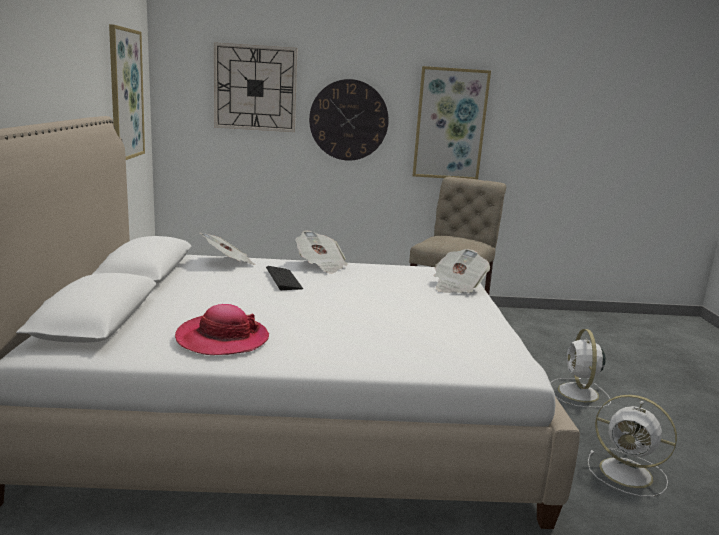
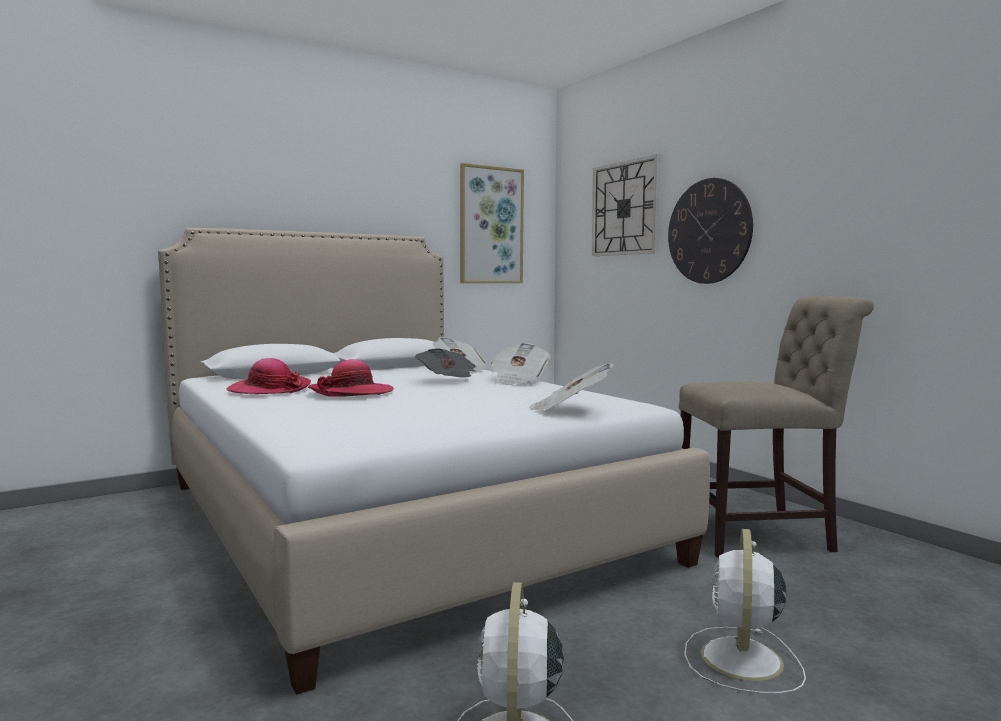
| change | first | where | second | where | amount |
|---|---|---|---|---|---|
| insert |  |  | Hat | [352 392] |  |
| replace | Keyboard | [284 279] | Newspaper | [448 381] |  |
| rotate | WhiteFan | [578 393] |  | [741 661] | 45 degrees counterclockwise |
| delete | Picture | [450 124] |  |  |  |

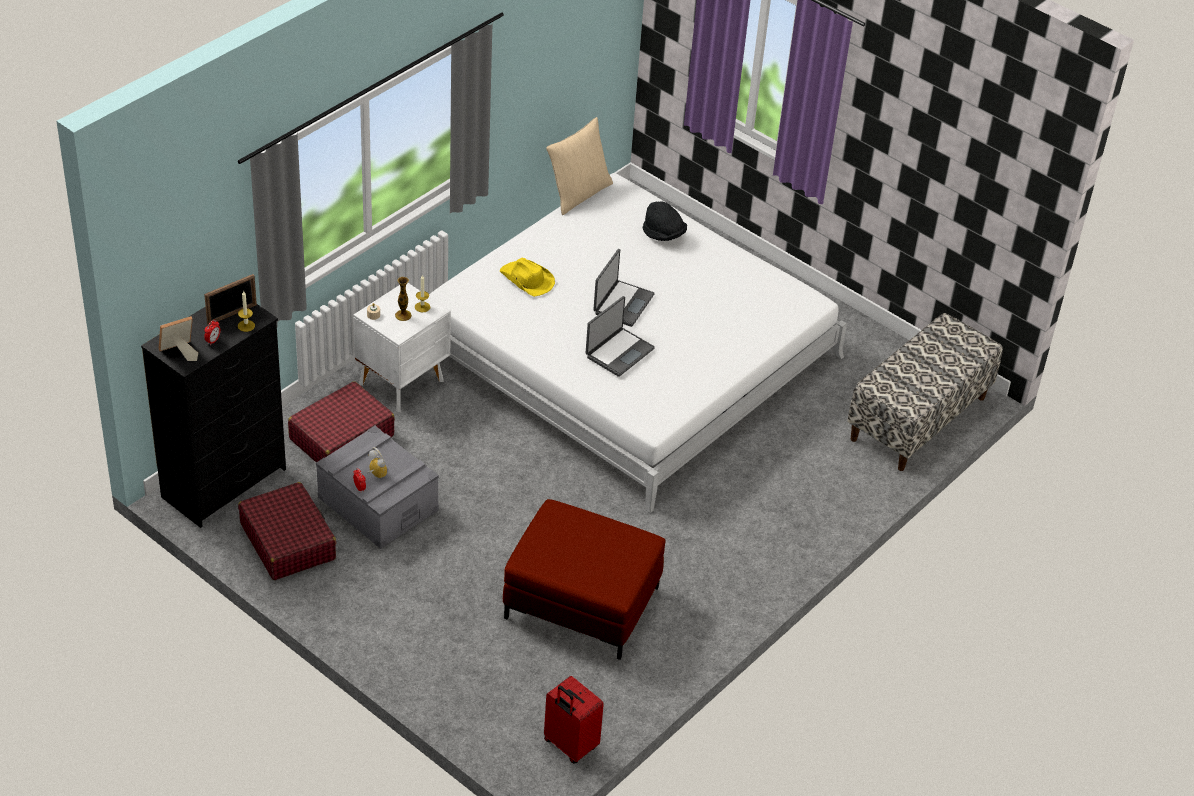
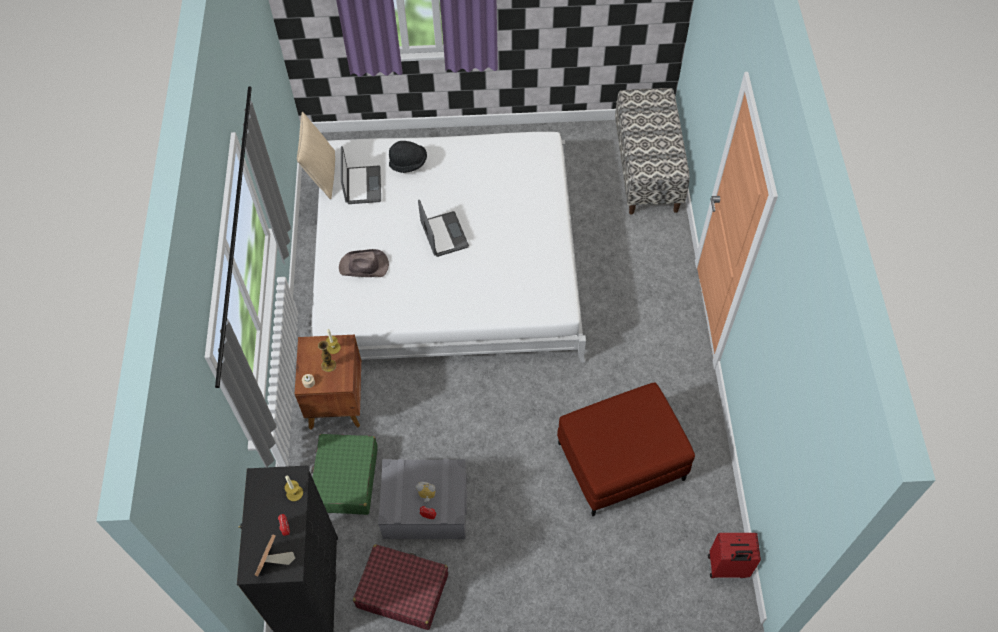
| change | first | where | second | where | amount |
|---|---|---|---|---|---|
| recolor | WhiteNightstand | [403 382] | BrownNightstand | [336 402] |  |
| recolor | RedSuitcase | [341 437] | GreenSuitcase | [345 479] |  |
| recolor | YellowHat | [527 280] | BrownHat | [364 266] |  |
| move | Laptop | [619 352] |  | [362 185] |  |
| delete | PictureFrame | [232 314] |  |  |  |

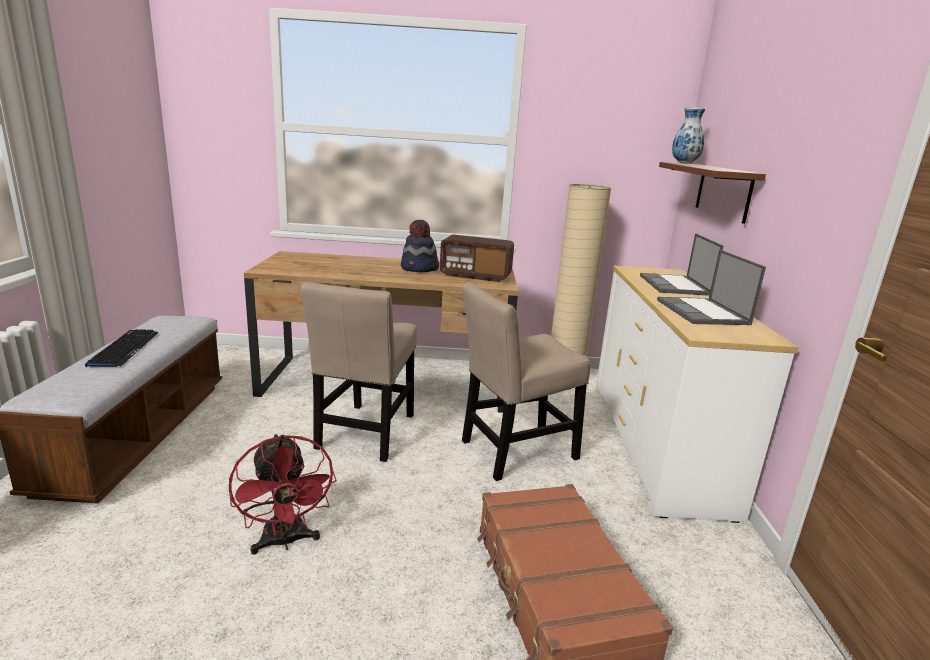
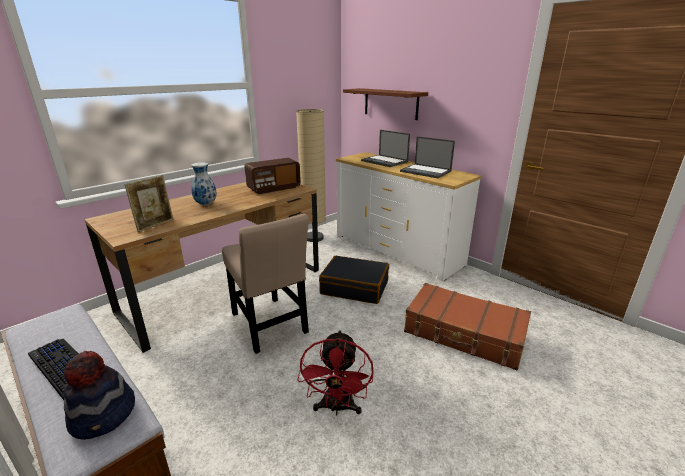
| change | first | where | second | where | amount |
|---|---|---|---|---|---|
| move | Hat | [419 269] |  | [104 415] |  |
| insert |  |  | PictureFrame | [155 225] |  |
| move | Vase | [685 163] |  | [206 204] |  |
| rotate | RedFan | [285 542] |  | [337 408] | 75 degrees clockwise |
| replace | BeigeChair | [514 452] | BlackSuitcase | [355 287] |  |

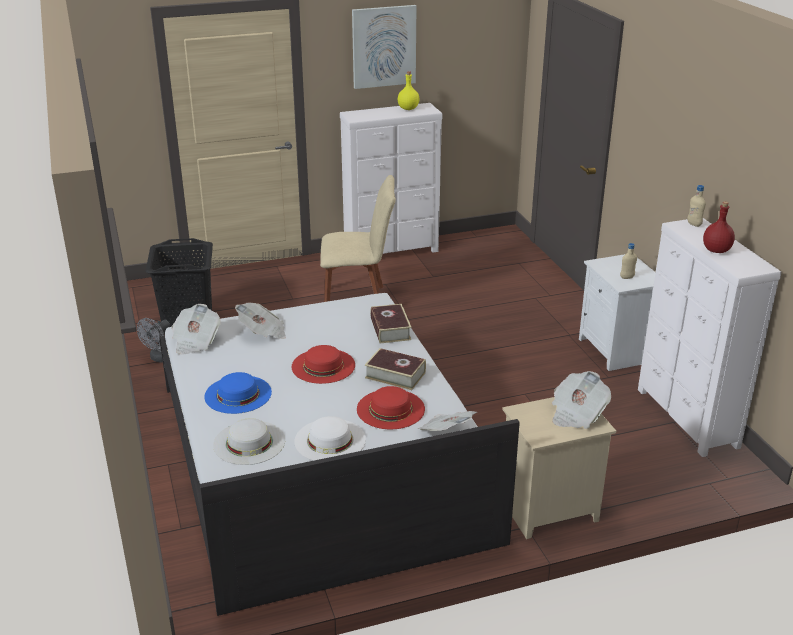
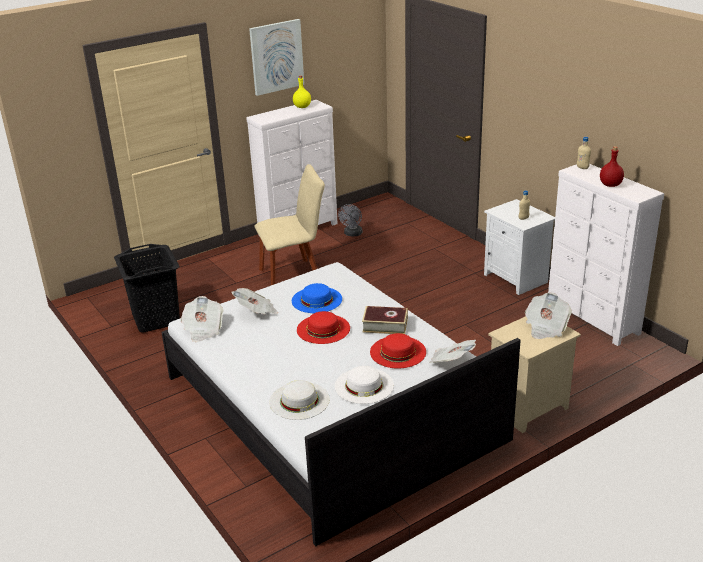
| change | first | where | second | where | amount |
|---|---|---|---|---|---|
| move | BlueHat | [238 394] |  | [316 300] |  |
| move | GreyFan | [160 358] |  | [352 234] |  |
| delete | Book | [390 329] |  |  |  |

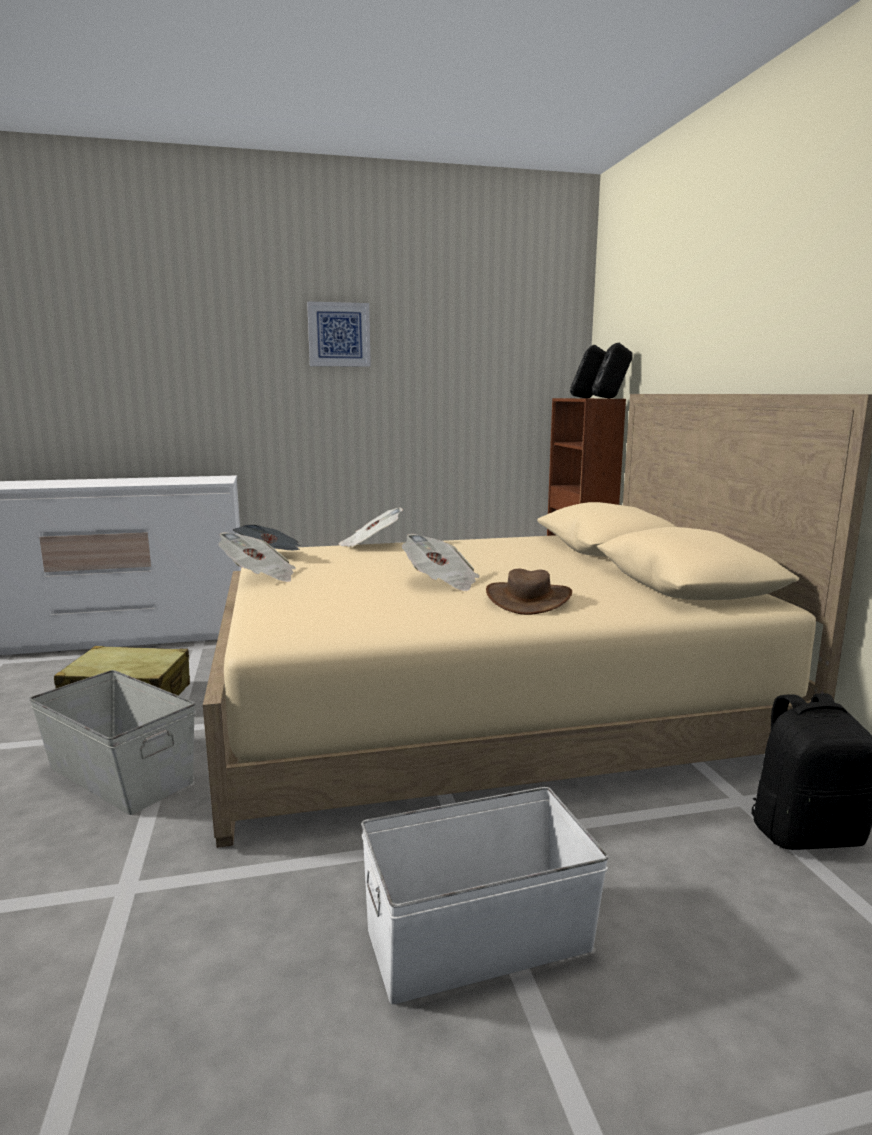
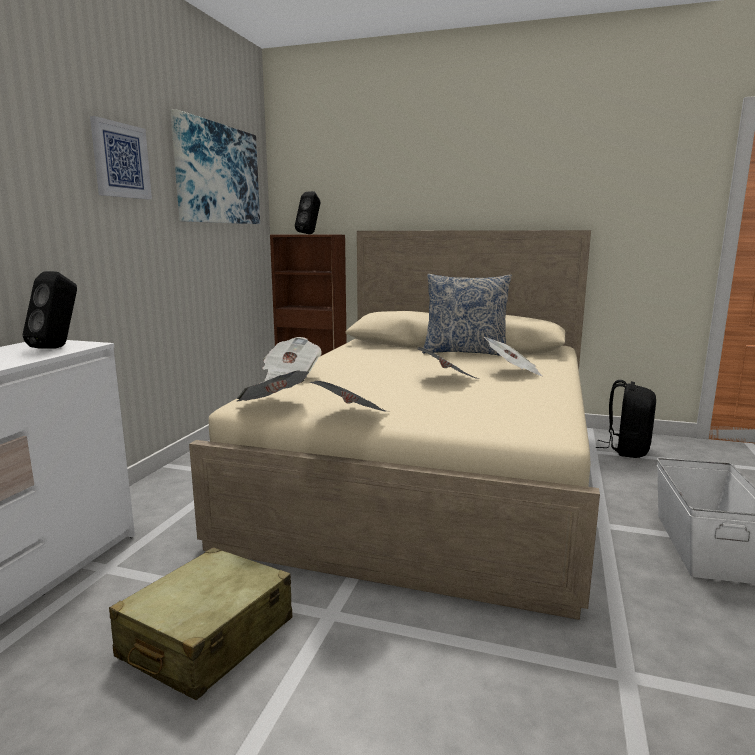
| change | first | where | second | where | amount |
|---|---|---|---|---|---|
| move | BlackSpeaker | [611 398] |  | [58 347] |  |
| insert |  |  | Picture | [218 174] |  |
| insert |  |  | Pillow | [465 352] |  |
| replace | BrownHat | [528 599] | Newspaper | [513 372] |  |
| delete | GreyStorageBox | [121 774] |  |  |  |

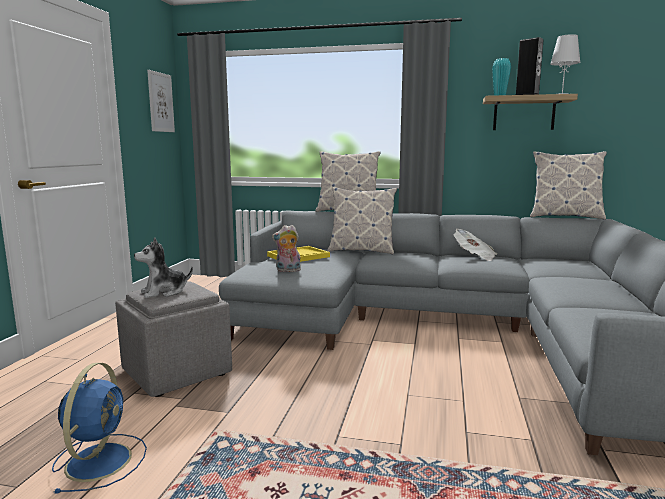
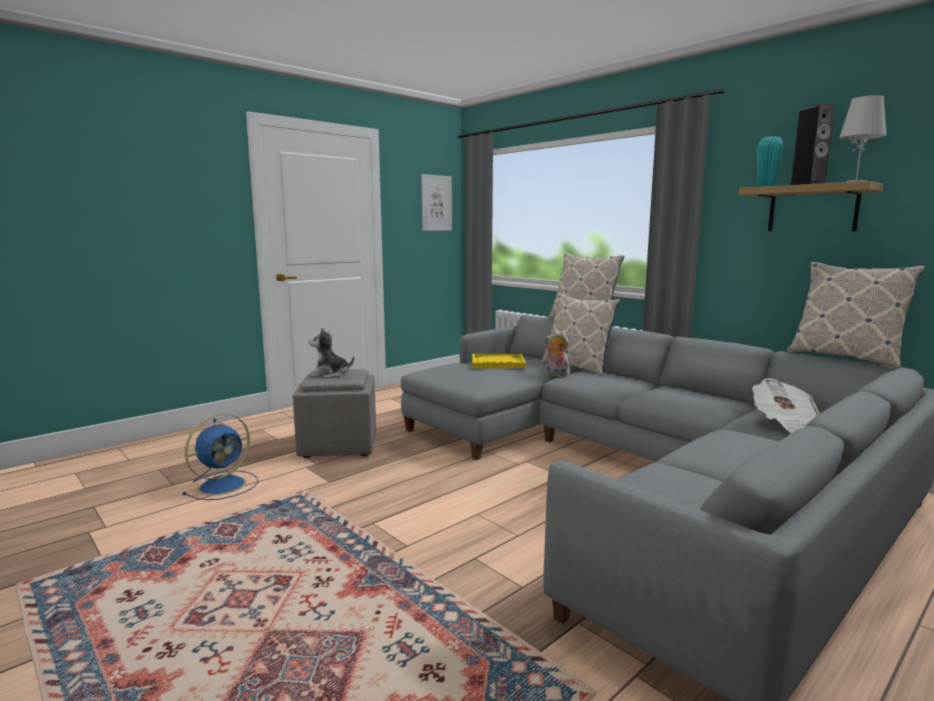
| change | first | where | second | where | amount |
|---|---|---|---|---|---|
| move | PlushToy | [288 271] |  | [556 375] |  |
| move | Newspaper | [474 256] |  | [785 423] |  |

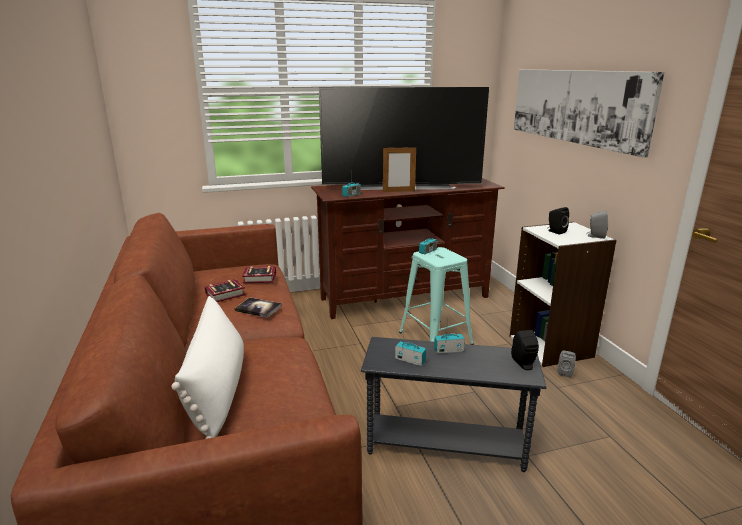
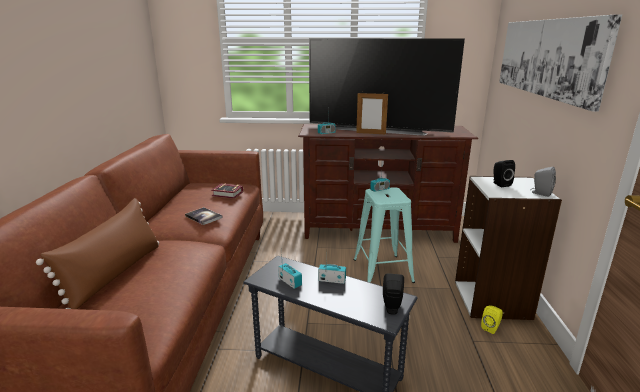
| change | first | where | second | where | amount |
|---|---|---|---|---|---|
| recolor | WhitePillow | [218 390] | BrownPillow | [115 274] |  |
| recolor | GreySpeaker | [565 372] | YellowSpeaker | [491 328] |  |
| delete | Book | [227 294] |  |  |  |

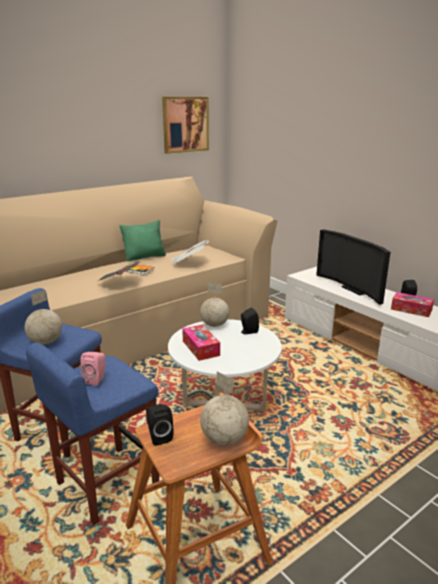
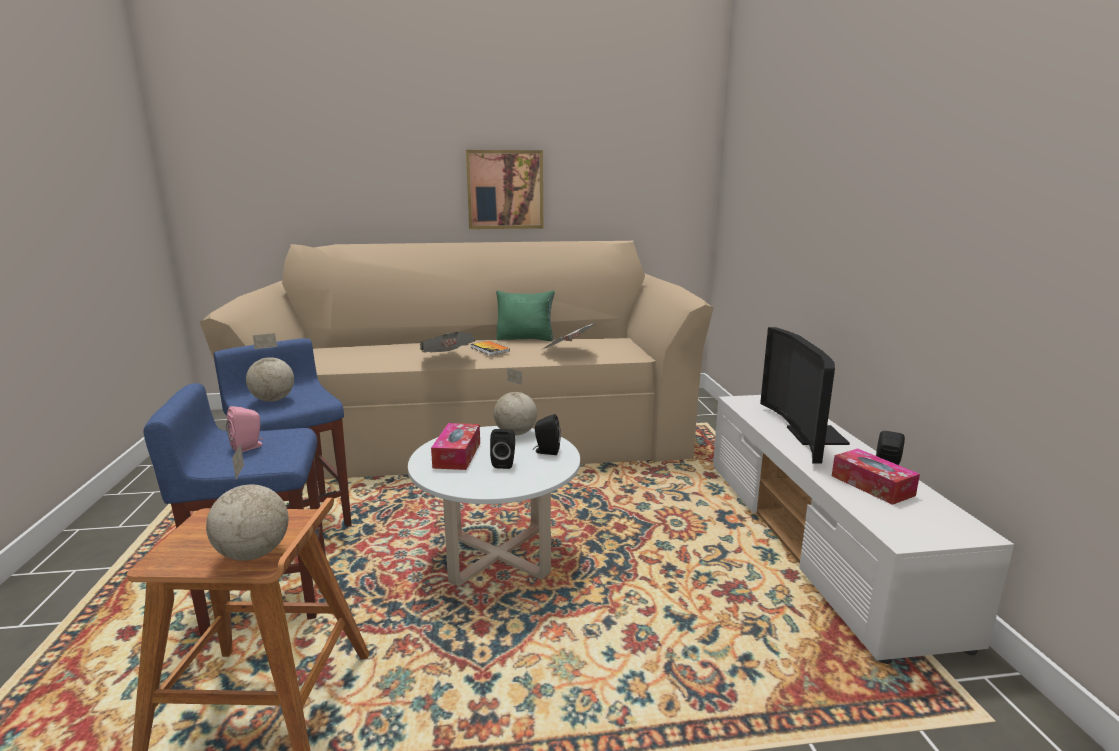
| change | first | where | second | where | amount |
|---|---|---|---|---|---|
| move | Picture | [185 124] |  | [505 190] |  |
| move | BlackSpeaker | [159 436] |  | [504 463] |  |

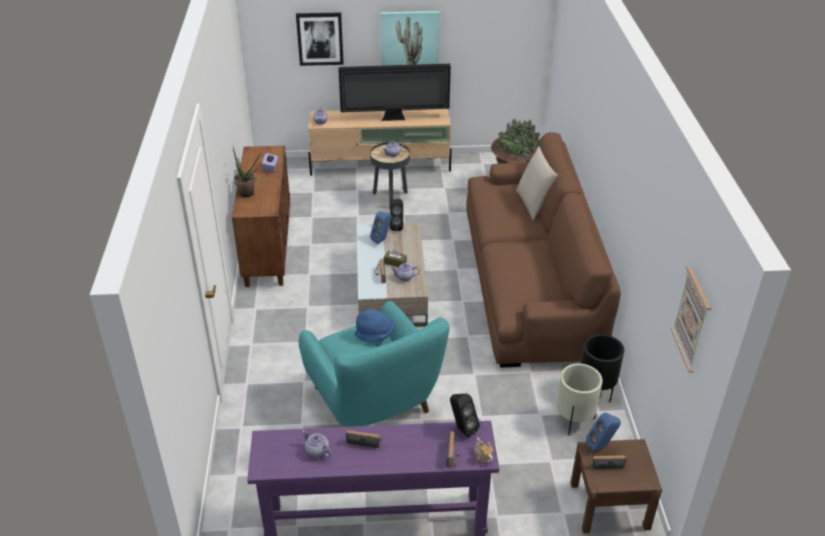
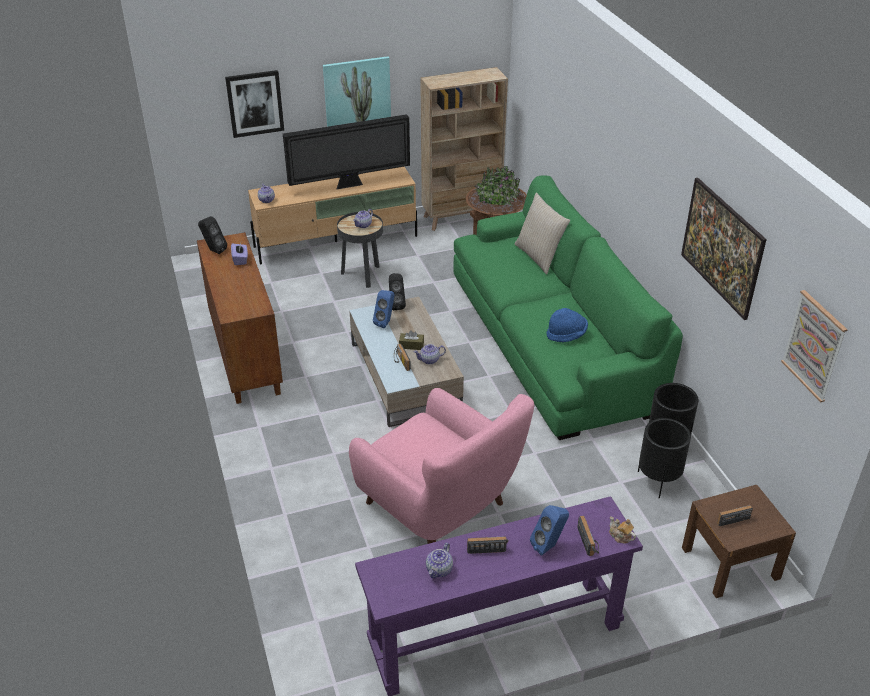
| change | first | where | second | where | amount |
|---|---|---|---|---|---|
| move | BlackSpeaker | [462 429] |  | [213 250] |  |
| recolor | TurquoiseArmchair | [373 405] | PinkArmchair | [440 509] |  |
| insert |  |  | BeigeBookcase | [462 217] |  |
| rotate | Teapot | [317 451] |  | [439 570] | 90 degrees counterclockwise |
| recolor | BrownSofa | [529 280] | GreenSofa | [550 341] |  |
| move | BlueSpeaker | [601 446] |  | [549 546] |  |
| move | BlueHat | [375 335] |  | [566 335] |  |
| recolor | BeigePlanter | [574 420] | BlackPlanter | [658 481] |  |
| insert |  |  | Picture | [718 266] |  |
| delete | PottedPlant | [249 194] |  |  |  |

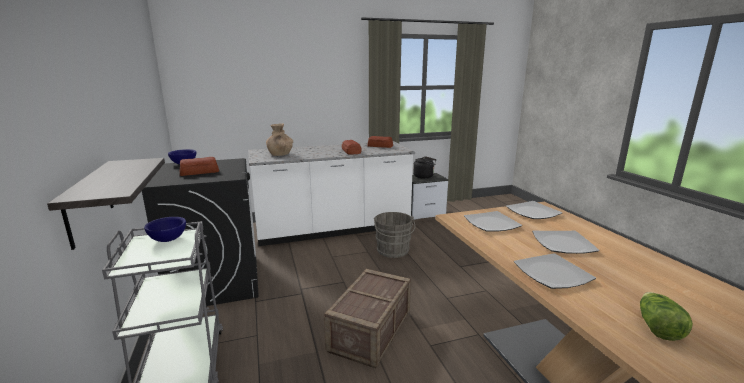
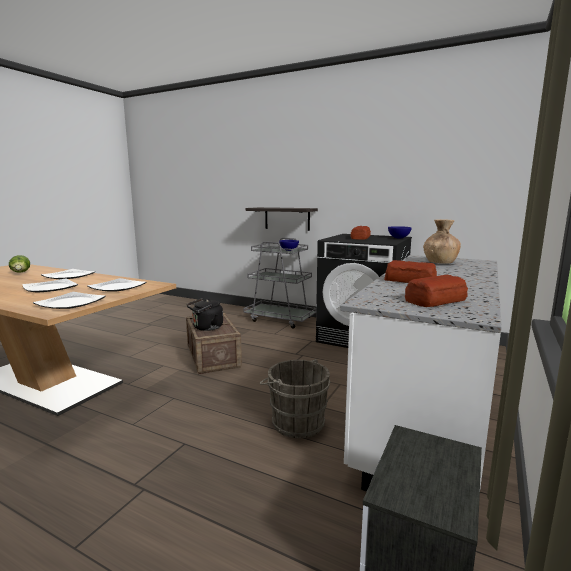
| change | first | where | second | where | amount |
|---|---|---|---|---|---|
| move | BlackKettle | [424 176] |  | [206 328] |  |

